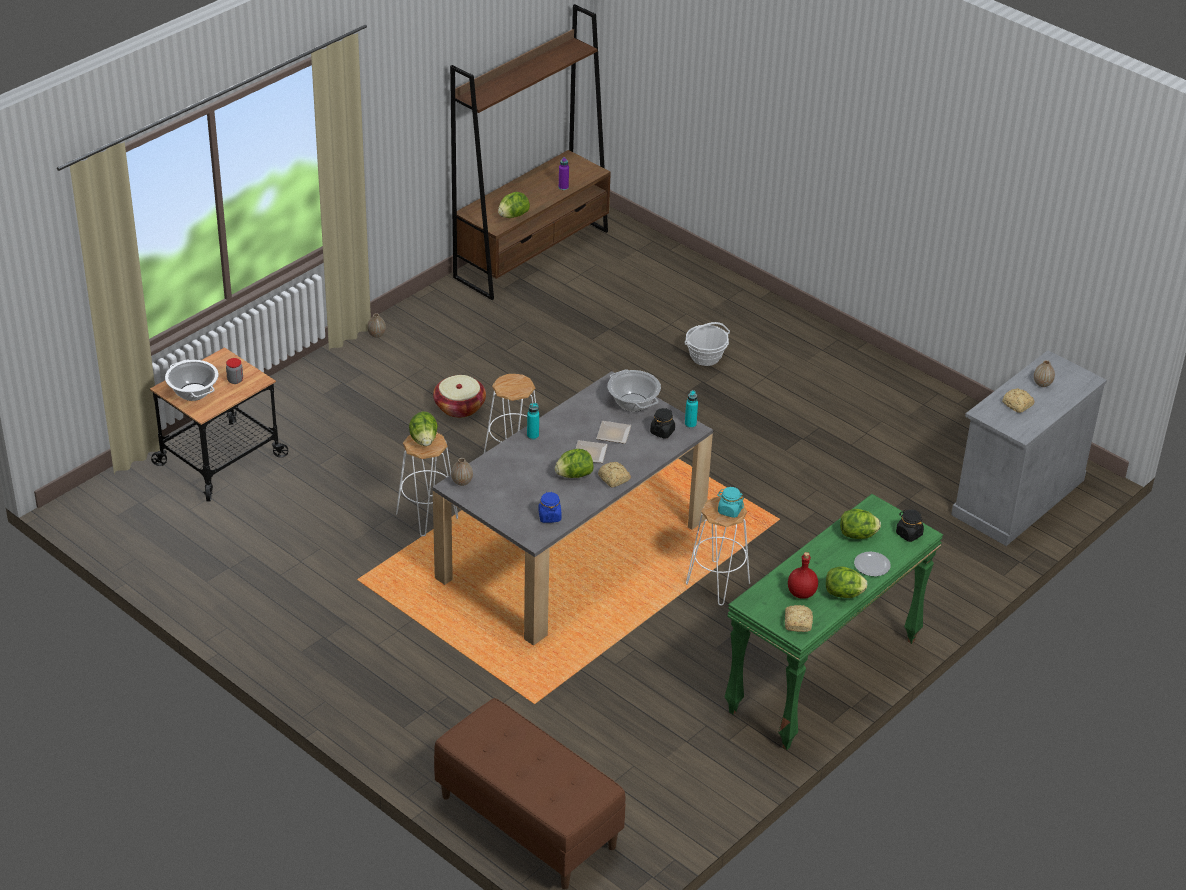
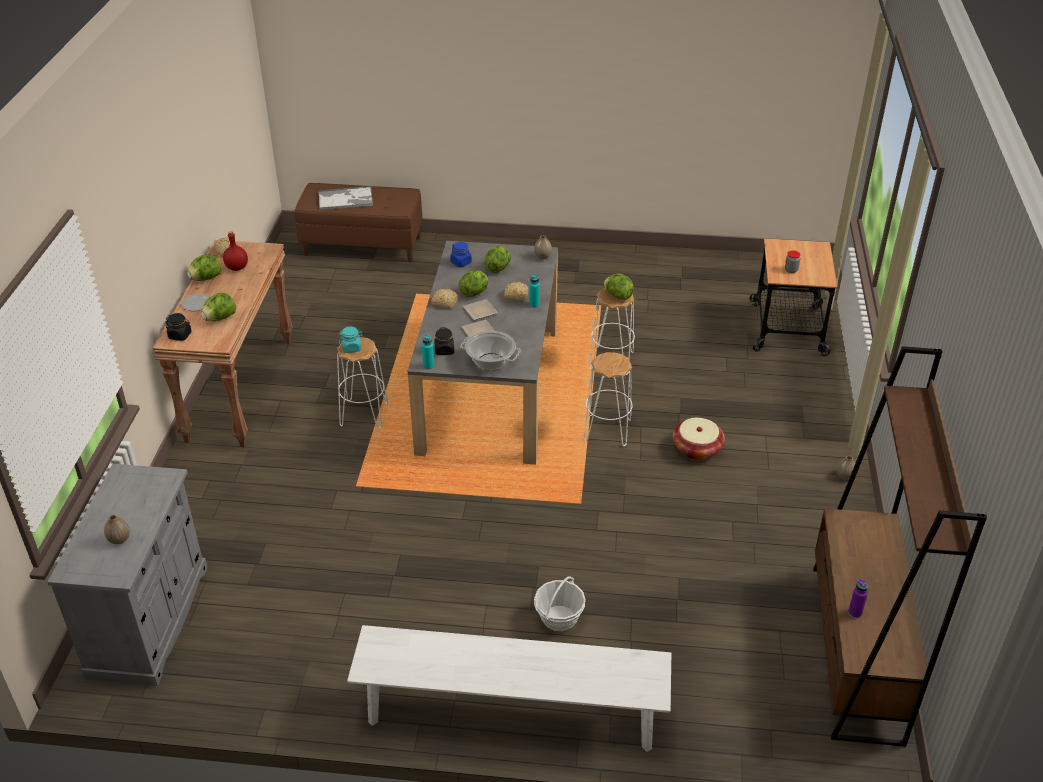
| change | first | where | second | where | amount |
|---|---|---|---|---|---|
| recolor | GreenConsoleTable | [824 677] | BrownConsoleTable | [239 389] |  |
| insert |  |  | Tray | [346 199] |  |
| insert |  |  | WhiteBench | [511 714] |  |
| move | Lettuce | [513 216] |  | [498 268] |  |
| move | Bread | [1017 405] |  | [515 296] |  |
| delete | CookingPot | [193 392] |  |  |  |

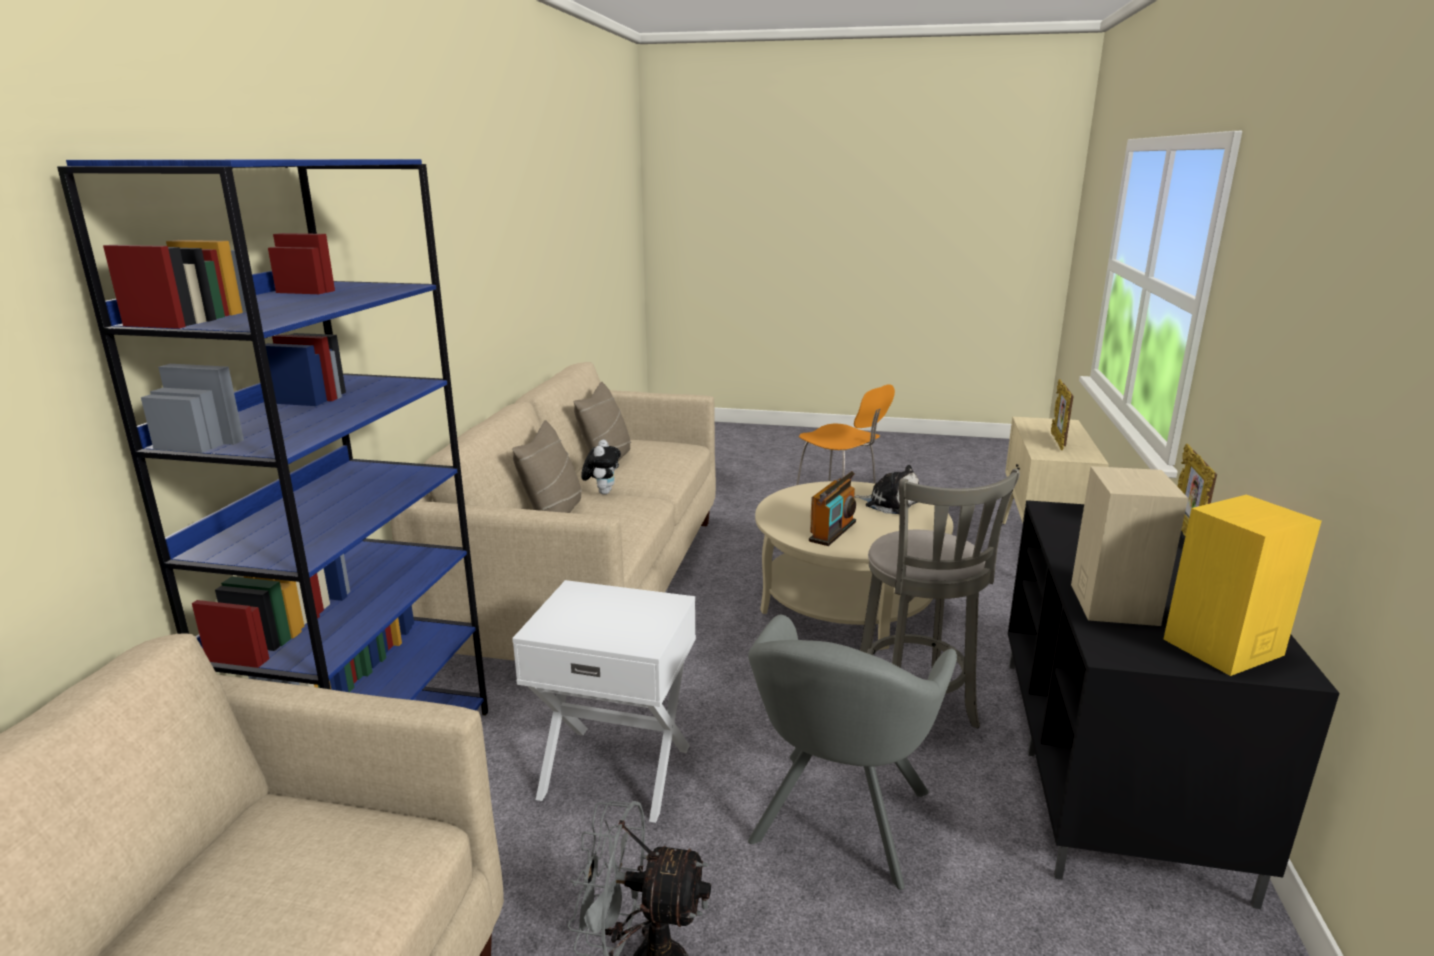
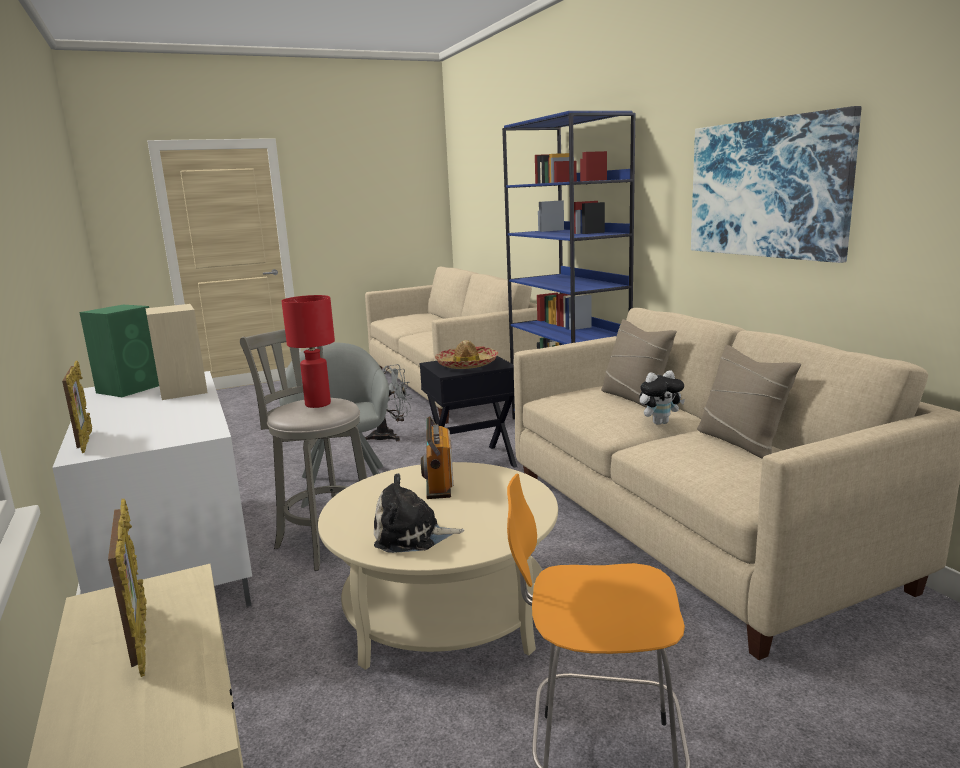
| change | first | where | second | where | amount |
|---|---|---|---|---|---|
| recolor | BlackTvStand | [1114 766] | WhiteTvStand | [173 559] |  |
| recolor | YellowSpeaker | [1221 648] | GreenSpeaker | [131 388] |  |
| insert |  |  | RedTableLamp | [318 404] |  |
| recolor | WhiteSideTable | [616 770] | BlackSideTable | [473 462] |  |
| insert |  |  | Hat | [467 364] |  |
| rotate | PlushToy | [602 492] |  | [660 422] | 75 degrees counterclockwise |
| insert |  |  | Picture | [767 188] |  |

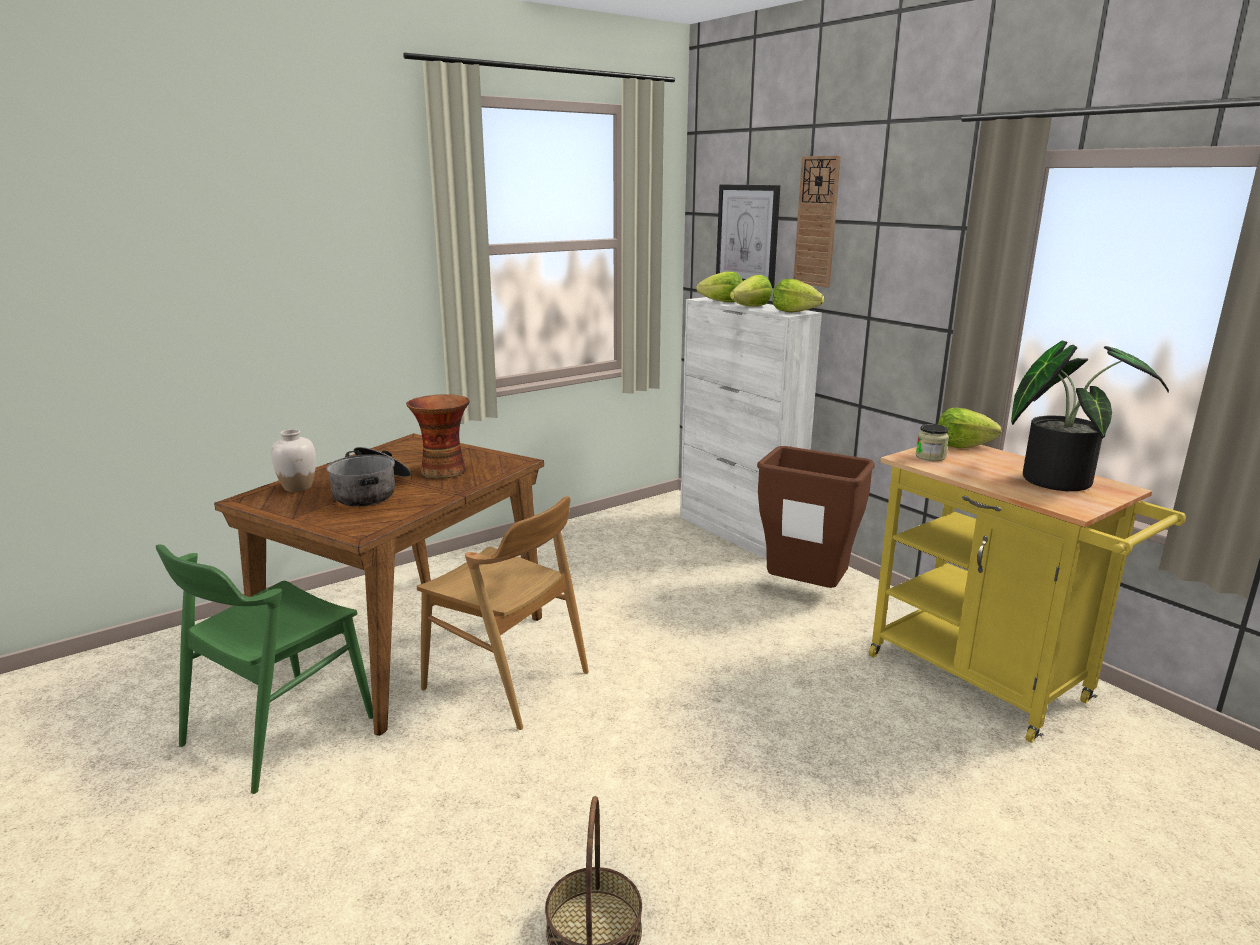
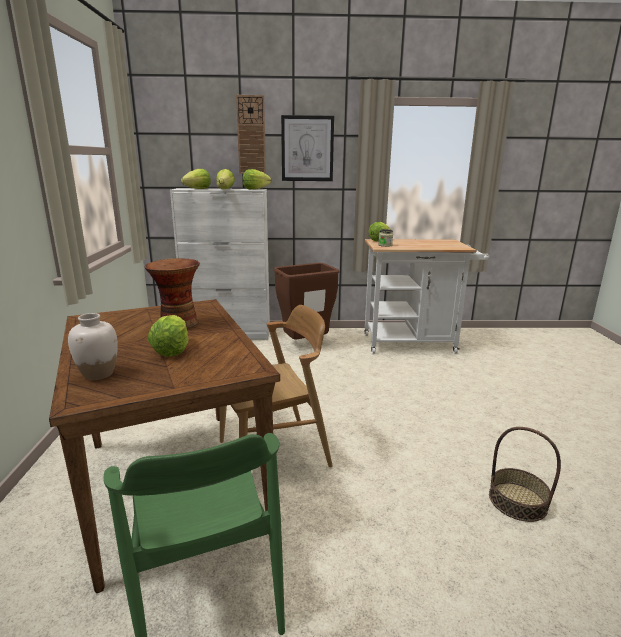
| change | first | where | second | where | amount |
|---|---|---|---|---|---|
| replace | CookingPot | [372 491] | Lettuce | [172 350] |  |
| move | Picture | [747 235] |  | [307 149] |  |
| recolor | YellowCart | [989 683] | WhiteCart | [415 343] |  |
| delete | PottedPlant | [1058 479] |  |  |  |

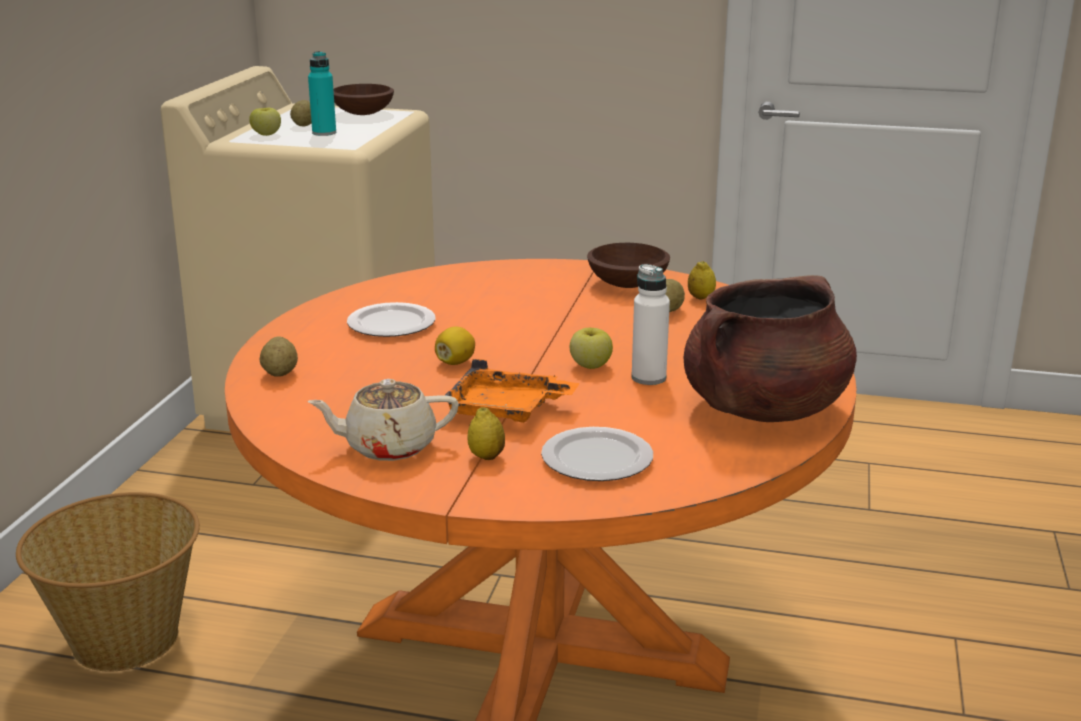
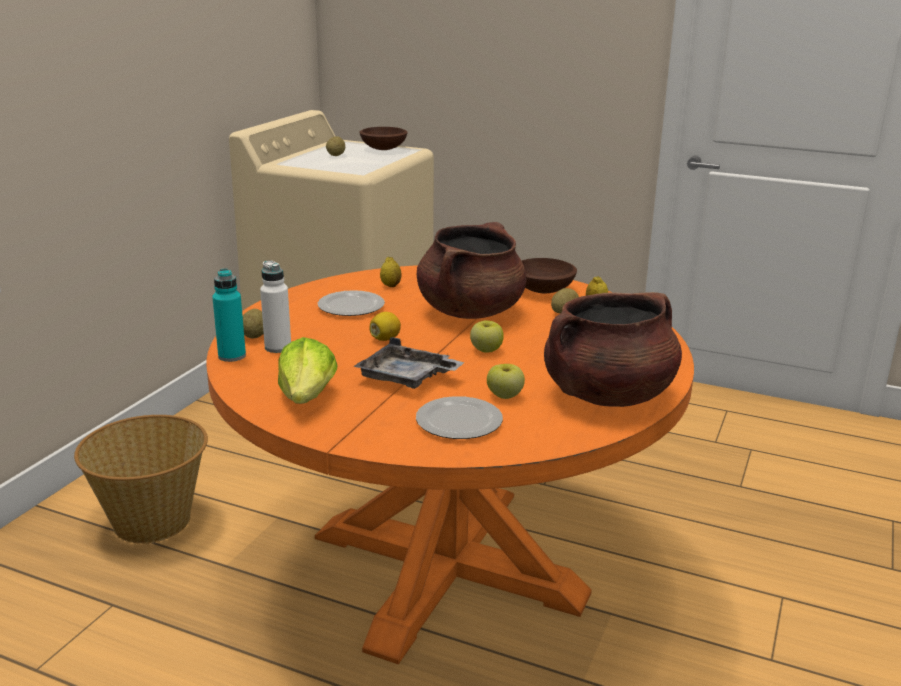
| change | first | where | second | where | amount |
|---|---|---|---|---|---|
| move | TurquoiseBottle | [324 133] |  | [232 356] |  |
| move | WhiteBottle | [648 378] |  | [278 347] |  |
| replace | BeigeTeapot | [388 446] | Lettuce | [307 397] |  |
| recolor | OrangeTray | [506 410] | GreyTray | [407 378] |  |
| move | Lemon | [486 456] |  | [390 285] |  |
| insert |  |  | BrownCookingPot | [470 311] |  |
| move | Apple | [266 134] |  | [505 396] |  |

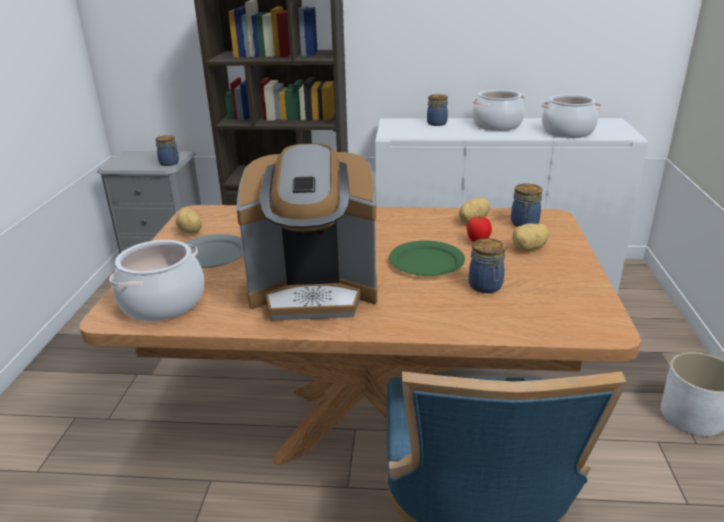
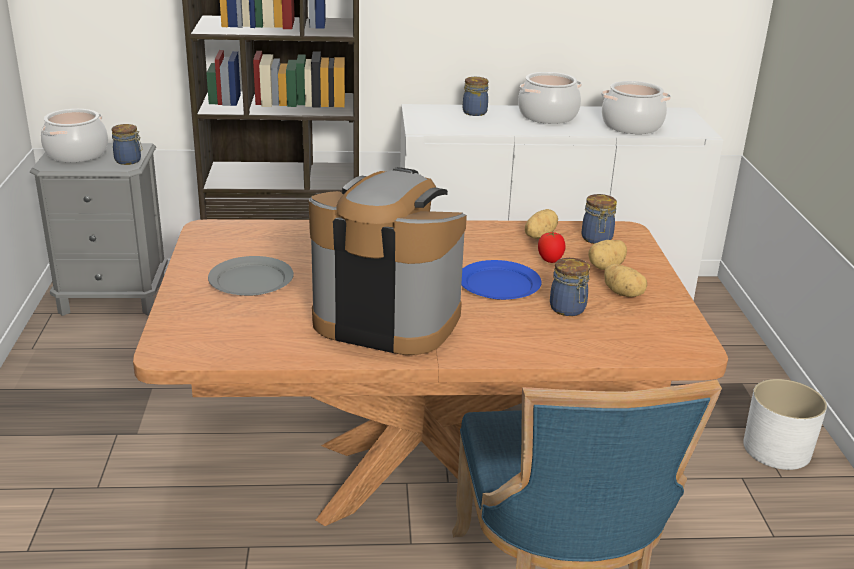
| change | first | where | second | where | amount |
|---|---|---|---|---|---|
| move | CookingPot | [163 302] |  | [77 153] |  |
| rotate | CoffeeMachine | [315 291] |  | [386 319] | 150 degrees counterclockwise |
| recolor | GreenPlate | [426 262] | BluePlate | [498 284] |  |
| move | Potato | [190 231] |  | [623 293] |  |

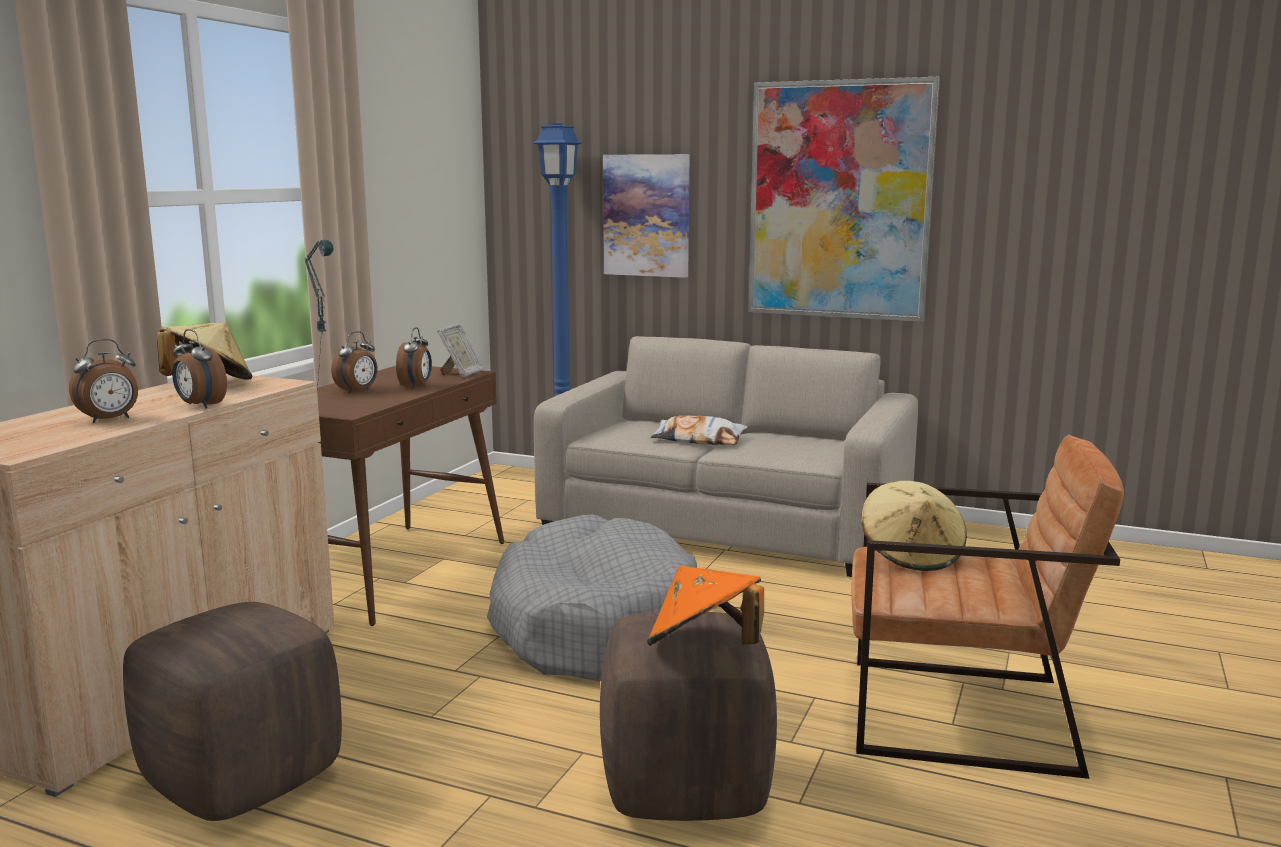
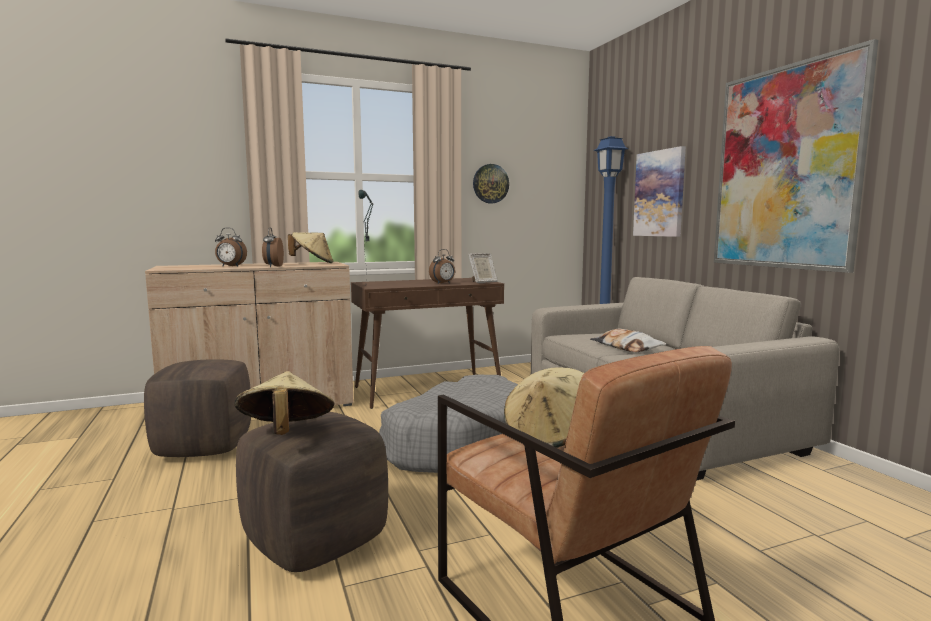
| change | first | where | second | where | amount |
|---|---|---|---|---|---|
| recolor | OrangeHat | [704 648] | BeigeHat | [286 433] |  |
| insert |  |  | WallClock | [490 183] |  |
| delete | AlarmClock | [358 391] |  |  |  |

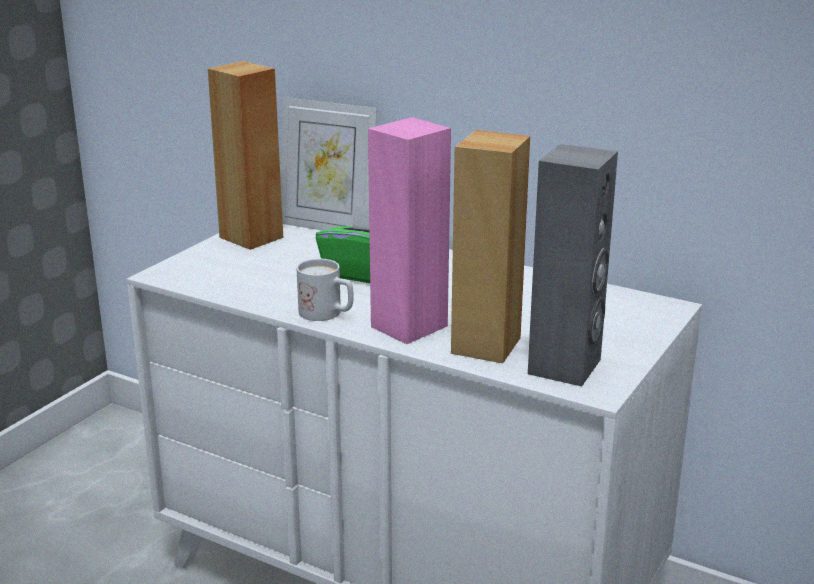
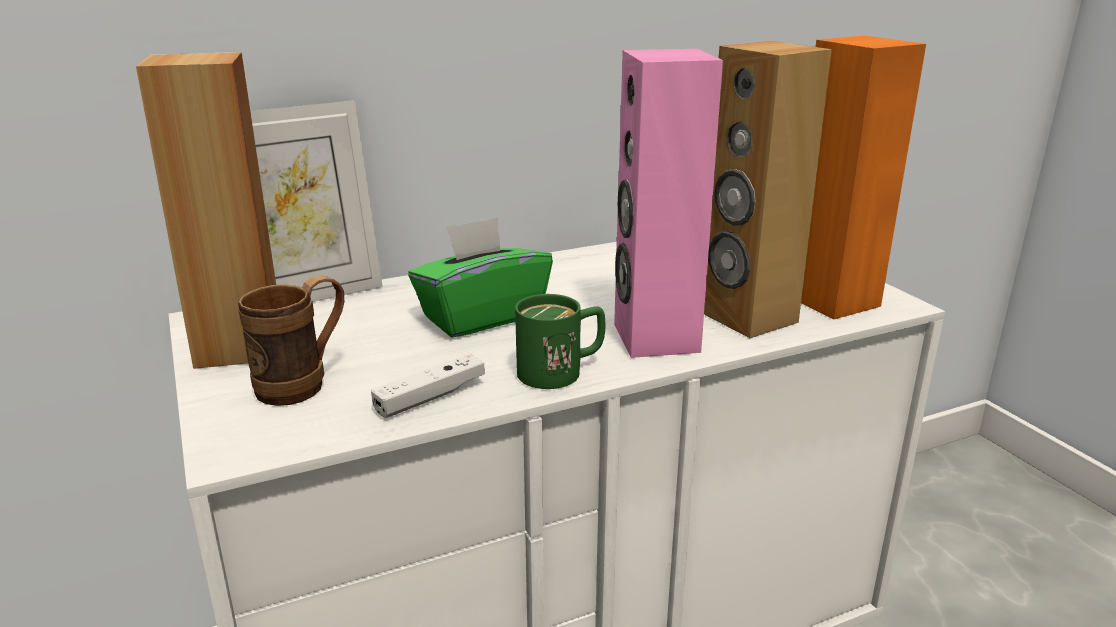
| change | first | where | second | where | amount |
|---|---|---|---|---|---|
| insert |  |  | BrownMug | [305 384] |  |
| insert |  |  | WhiteGameController | [430 397] |  |
| recolor | WhiteMug | [327 314] | GreenMug | [562 371] |  |
| recolor | GreySpeaker | [565 367] | OrangeSpeaker | [832 300] |  |

